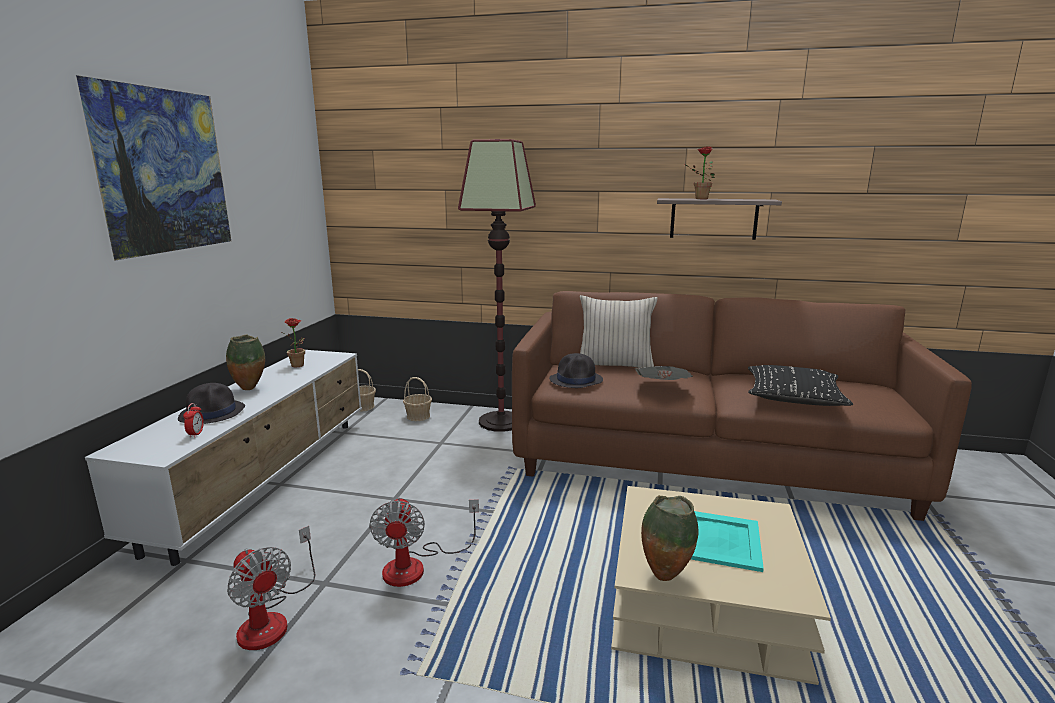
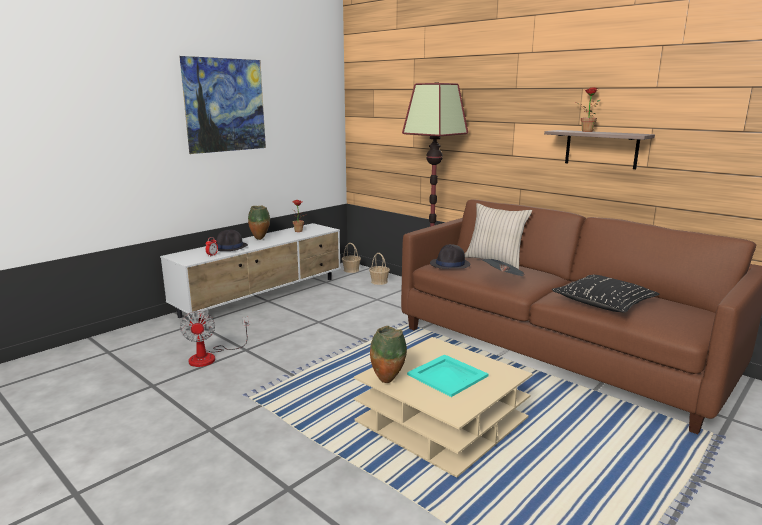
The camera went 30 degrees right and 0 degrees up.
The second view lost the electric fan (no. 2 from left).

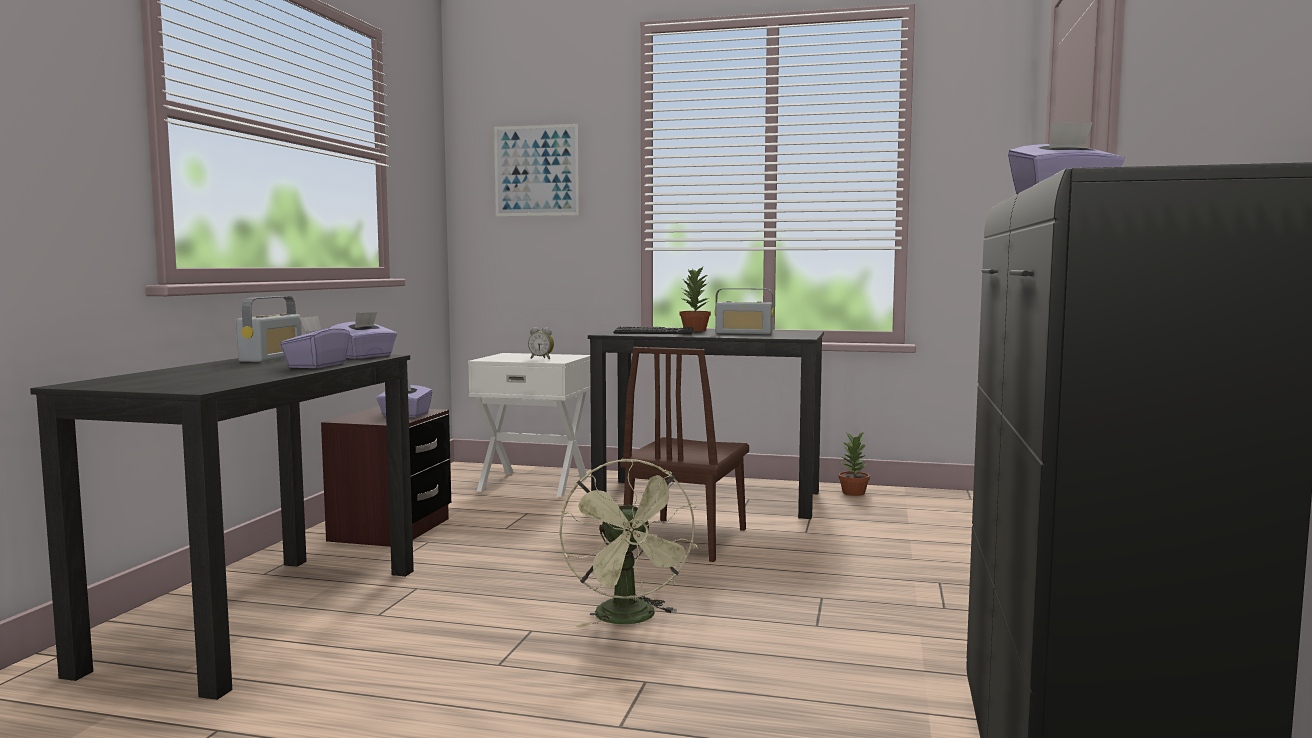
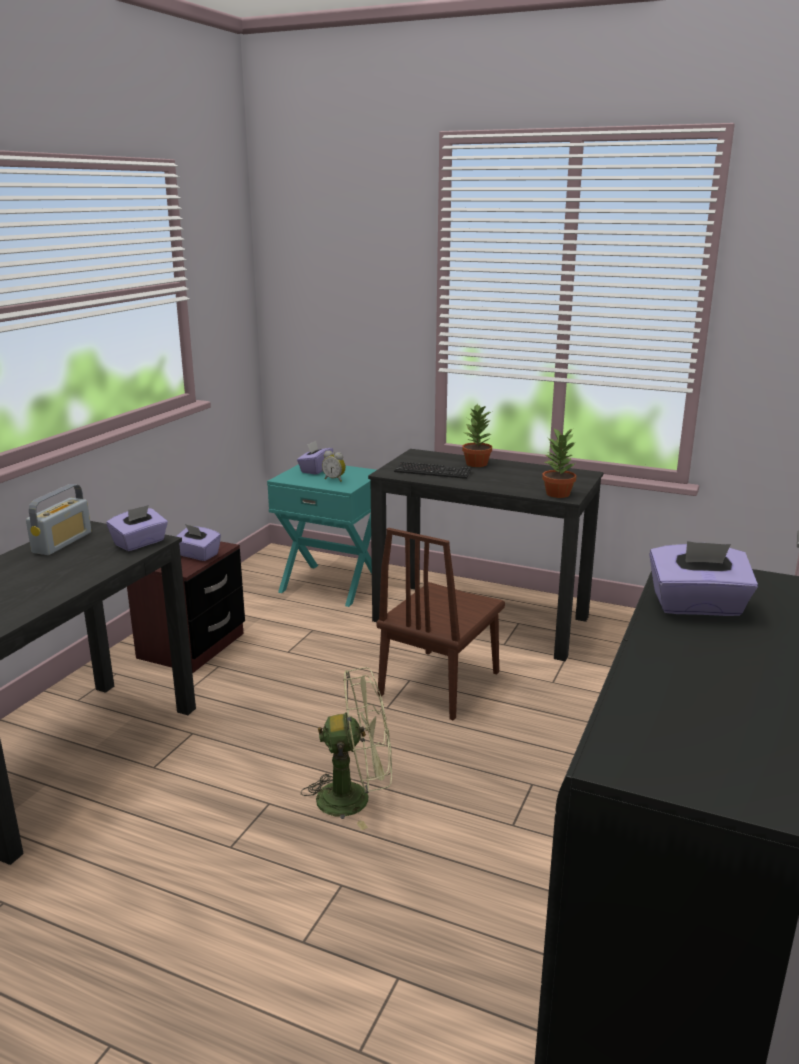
The camera went 10 degrees right and 15 degrees up.
The second view lost the picture.
The second view lost the radio (no. 2 from left).
The purplish tissue holder (no. 1 from left in the first image) ended up elsewhere.
What was the whitish nightstand turned into the turquoise-coloured nightstand.
The houseplant (no. 2 from left) ended up elsewhere.
The greenish electric fan ended up facing another way, 90 degrees counterclockwise from before.

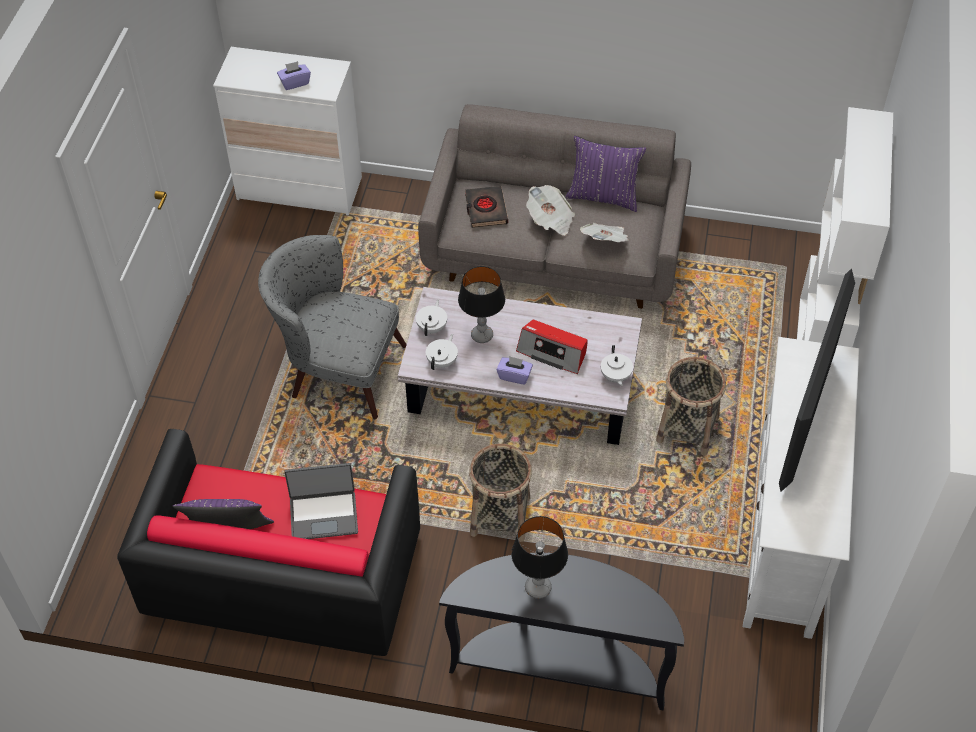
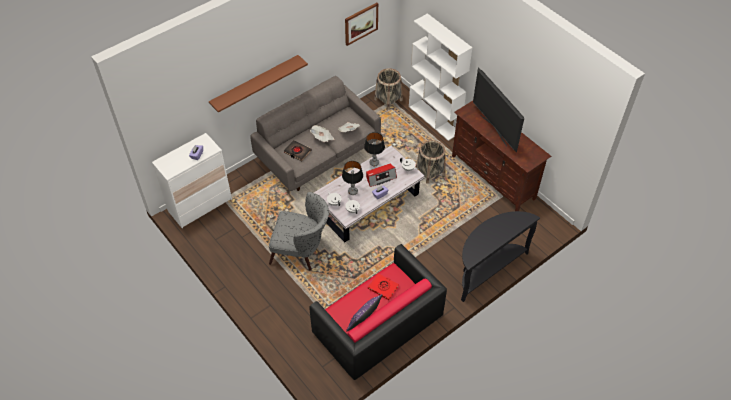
The camera went 50 degrees left and 0 degrees up.
The second view lost the purplish throw pillow (no. 2 from left).
The grey armchair ended up facing another way, 135 degrees counterclockwise from before.
What was the whitish tv unit turned into the brown tv unit.
The basket (no. 1 from left) ended up elsewhere.
Where the notebook computer stood, the reddish book came to stand.
The tabletop lamp (no. 2 from left) ended up elsewhere.
The second view gained the picture.
The second view gained the brown bracket shelf.

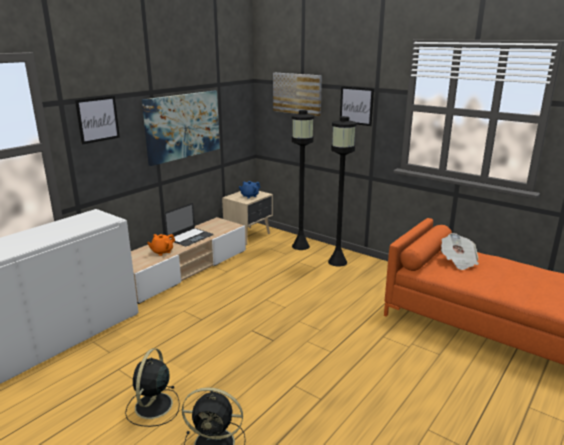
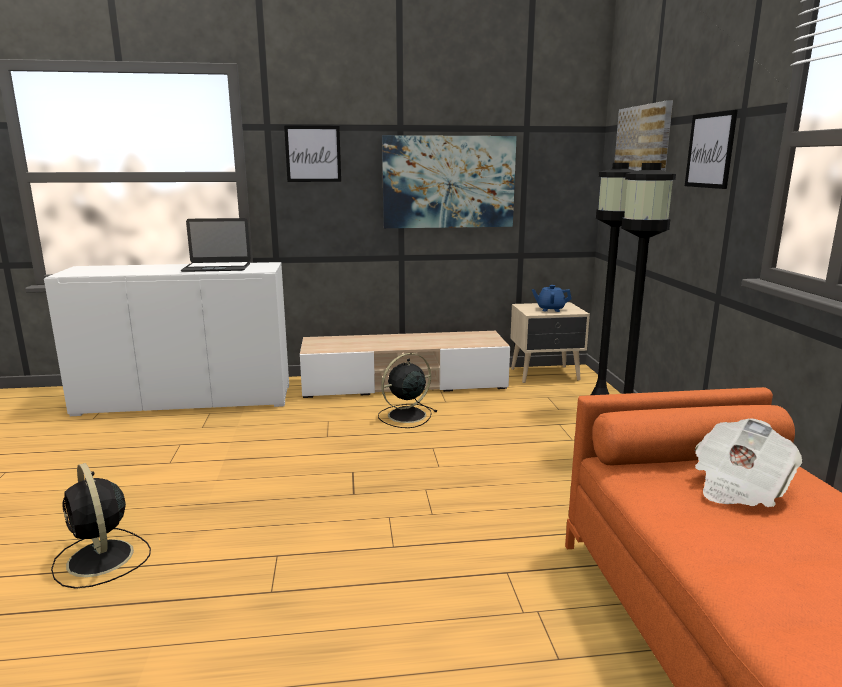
The camera went 45 degrees right and 5 degrees down.
The notebook computer ended up elsewhere.
The second view lost the orange teapot.
The blackish electric fan (no. 1 from left in the first image) ended up elsewhere.

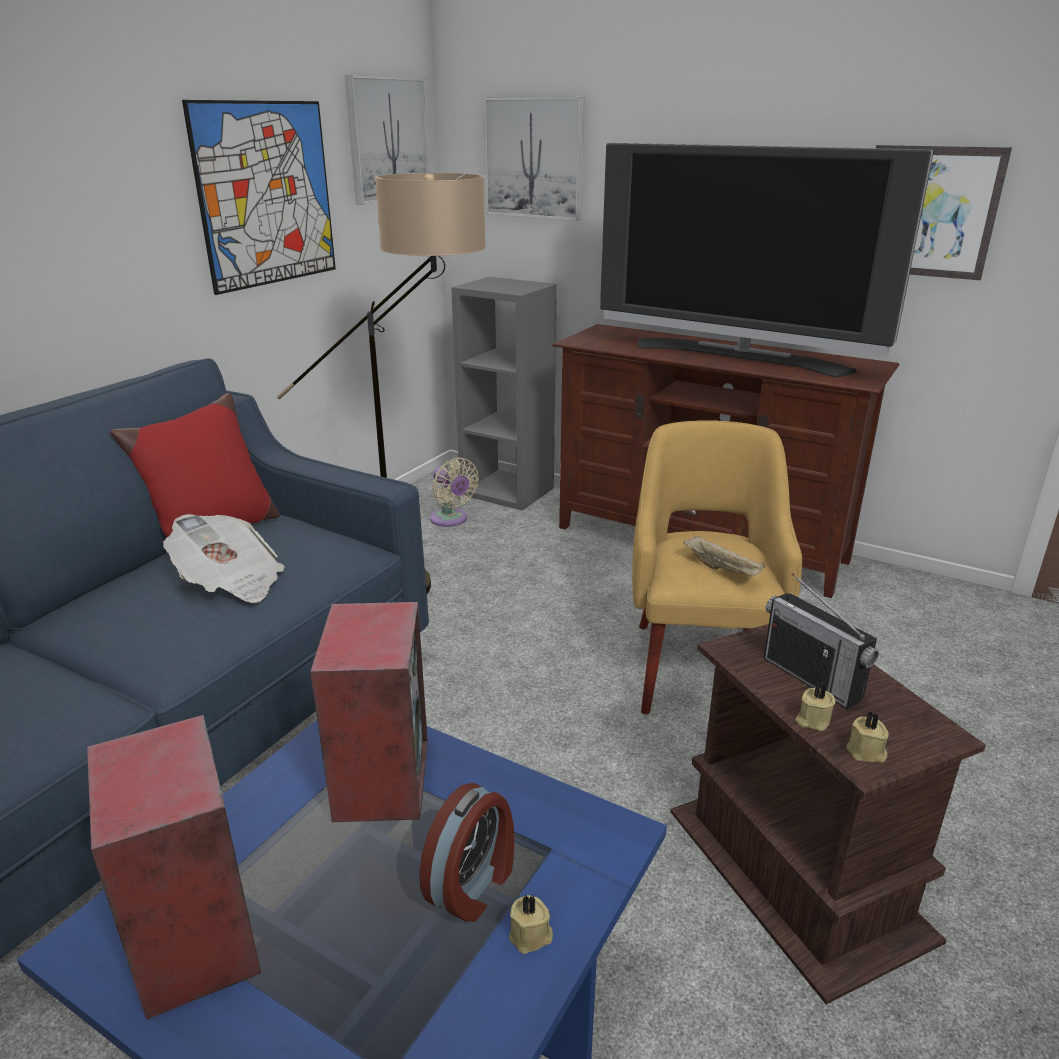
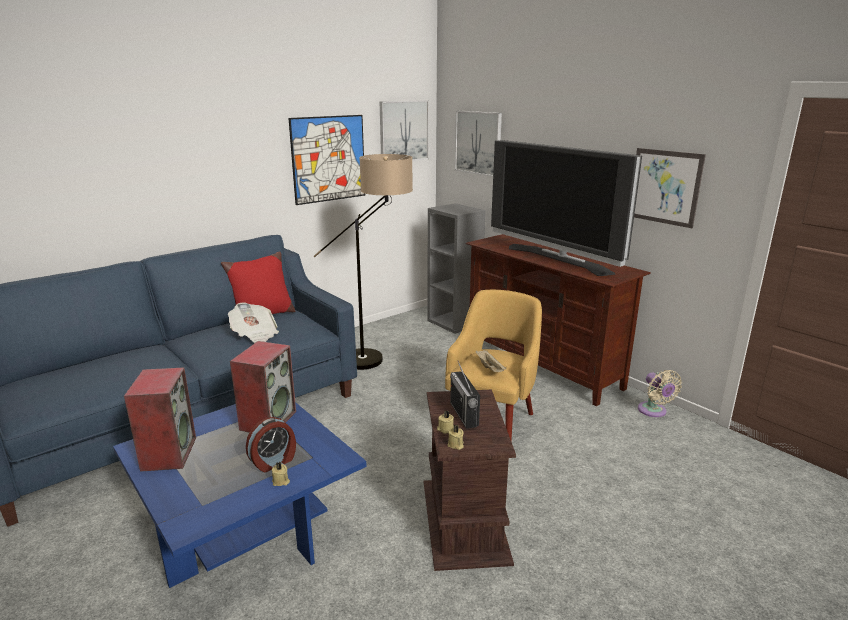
The camera went 20 degrees right and 5 degrees down.
The beige-coloured electric fan ended up elsewhere.

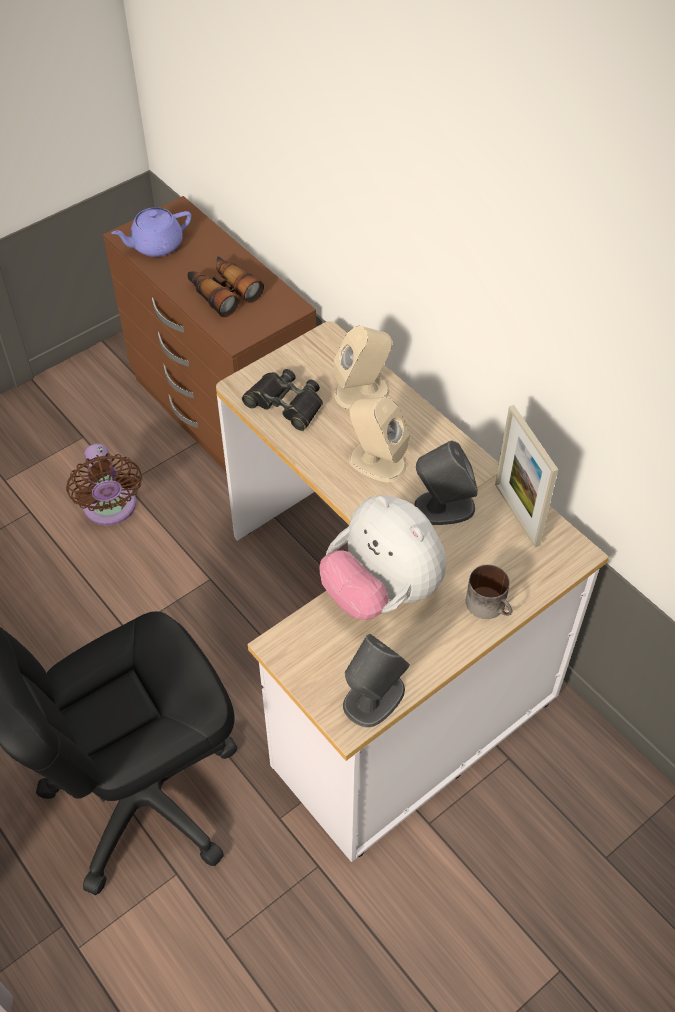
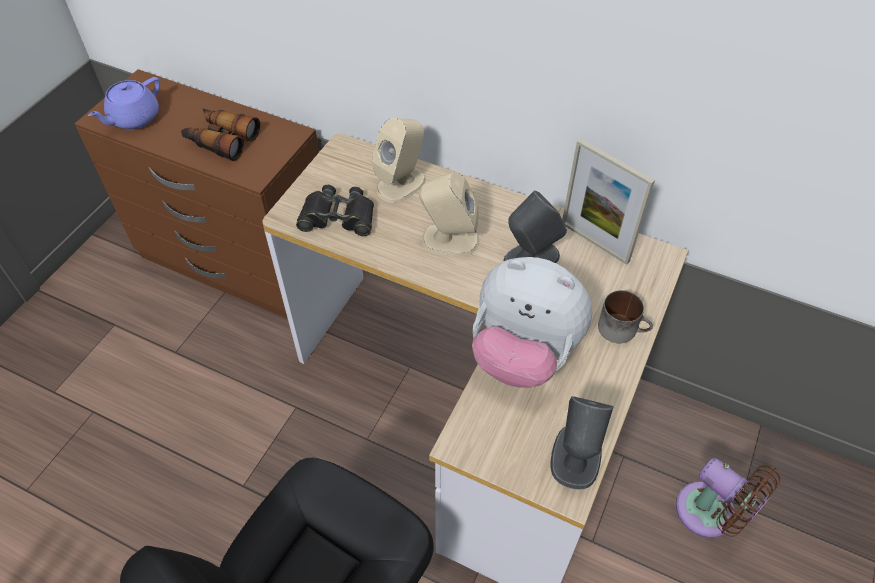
The camera went 25 degrees left and 0 degrees up.
The brown electric fan ended up elsewhere.

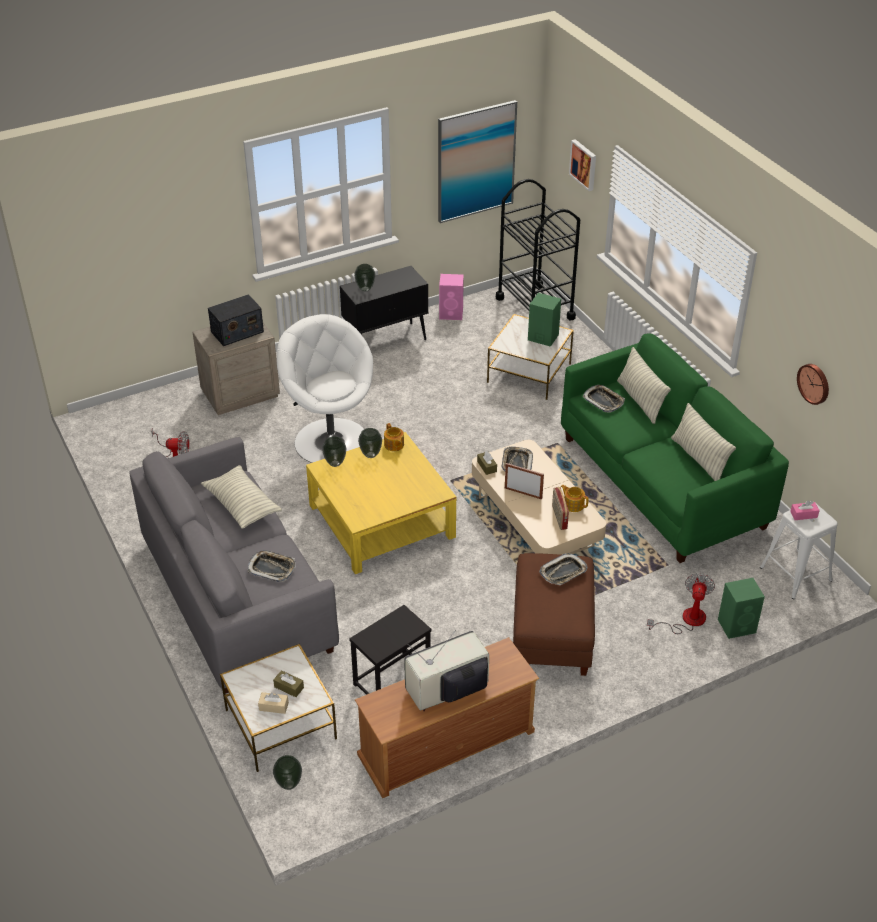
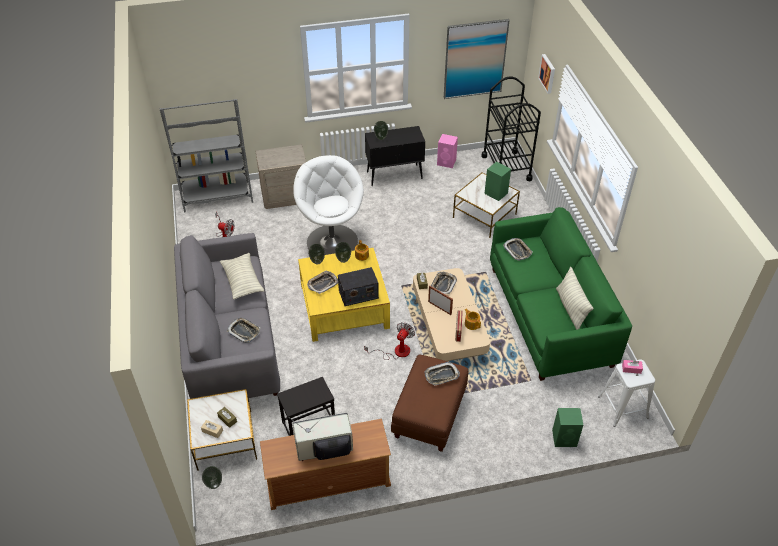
The camera went 15 degrees right and 5 degrees up.
The radio (no. 1 from left) ended up elsewhere.
The second view lost the throw pillow (no. 2 from left).
The second view lost the hanging clock.
The electric fan (no. 2 from left) ended up elsewhere.
The second view gained the grey bookcase.
The second view gained the tray (no. 2 from left).

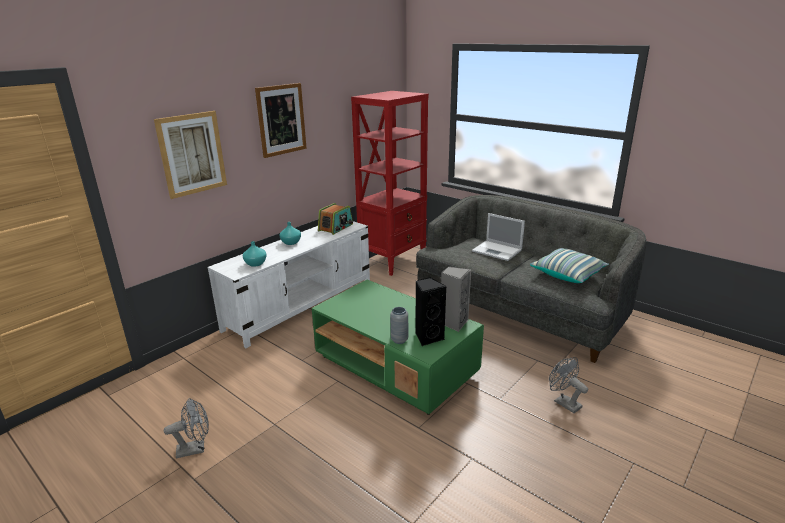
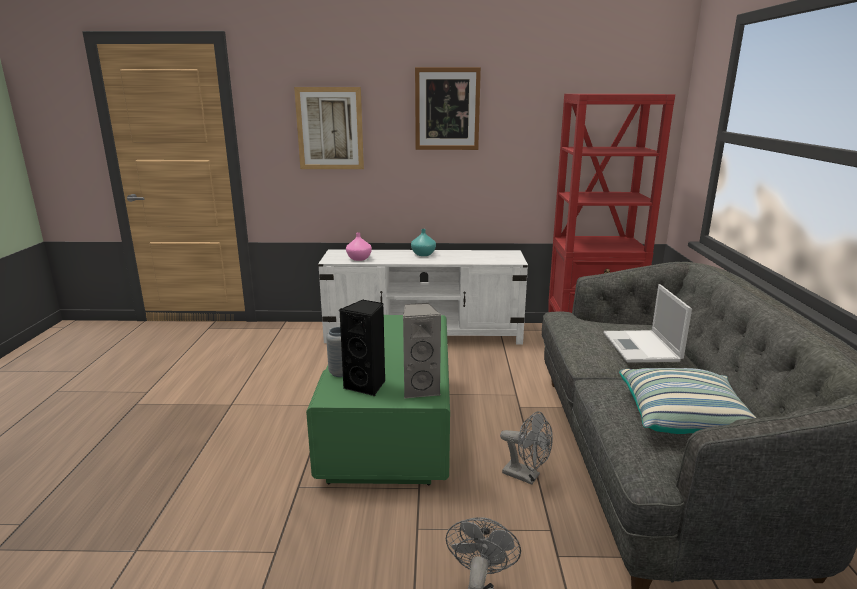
The camera went 50 degrees right and 5 degrees down.
The second view lost the radio.
What was the turquoise-coloured vase (no. 1 from left) turned into the pink-coloured vase.
The grey electric fan (no. 1 from left in the first image) ended up elsewhere.

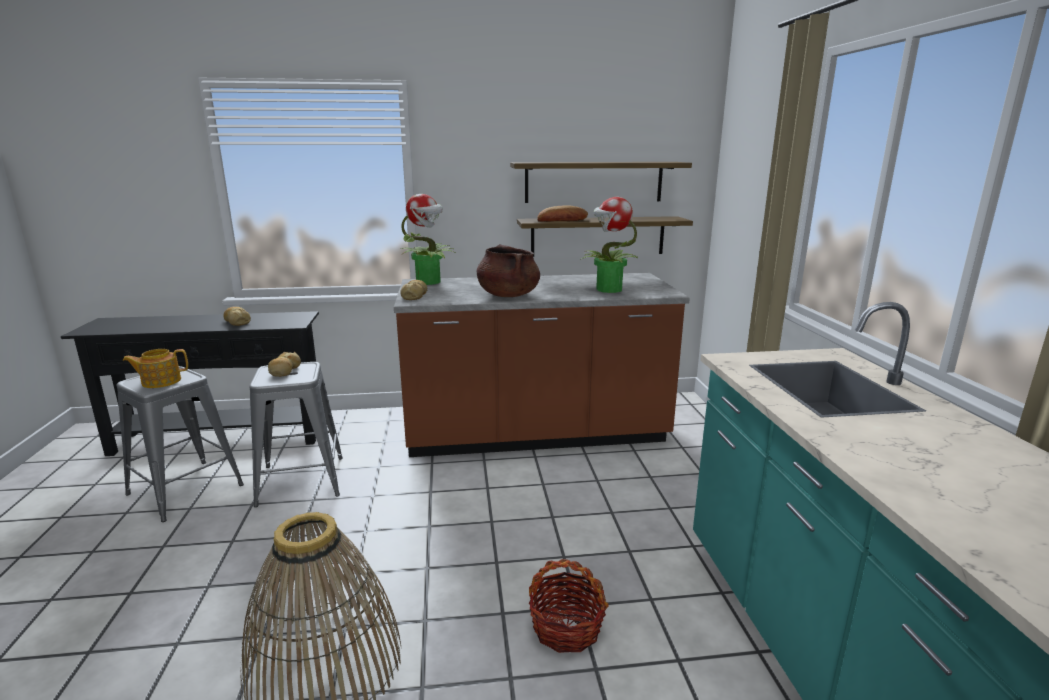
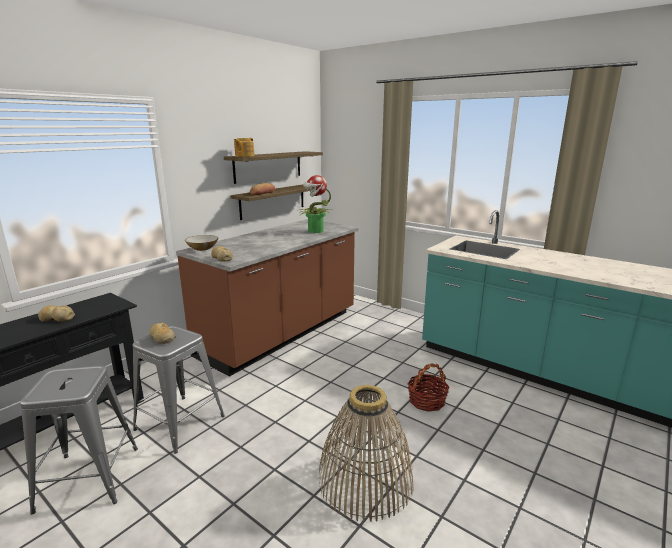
The camera went 45 degrees left and 0 degrees up.
Where the houseplant (no. 1 from left) stood, the deep dish came to stand.
The second view lost the brown cooking pot.
The teapot ended up elsewhere.

